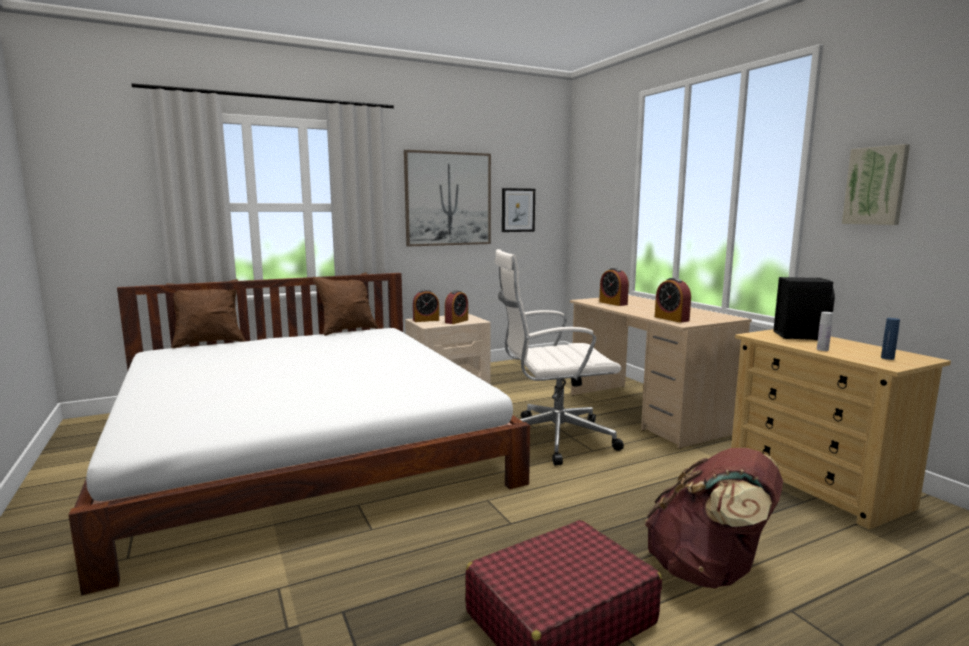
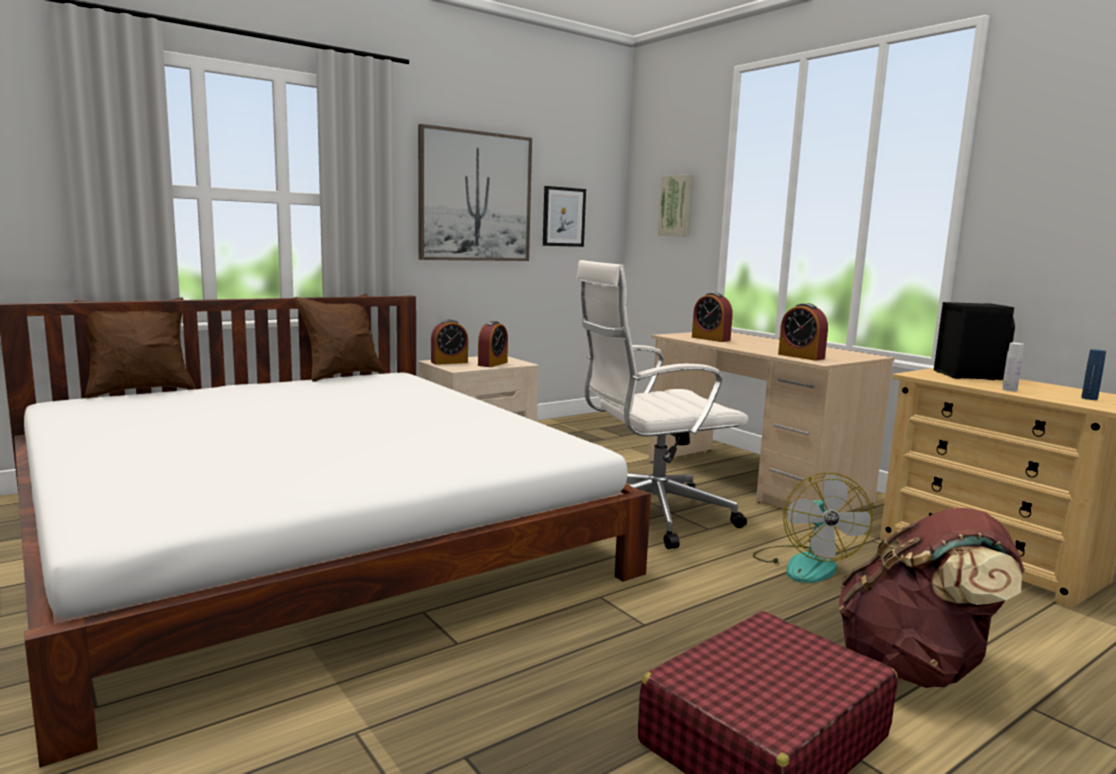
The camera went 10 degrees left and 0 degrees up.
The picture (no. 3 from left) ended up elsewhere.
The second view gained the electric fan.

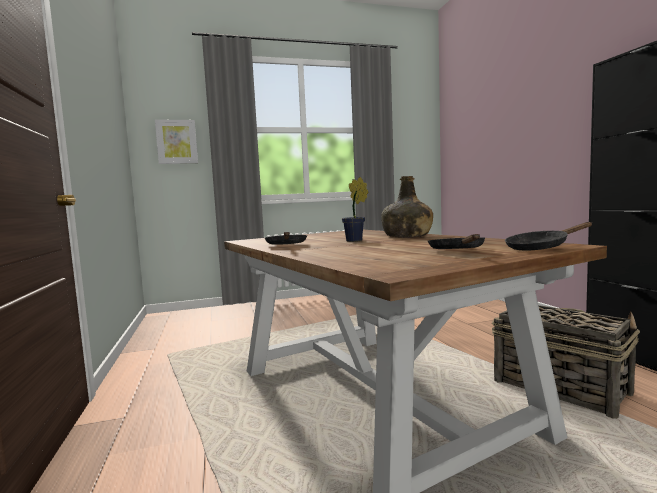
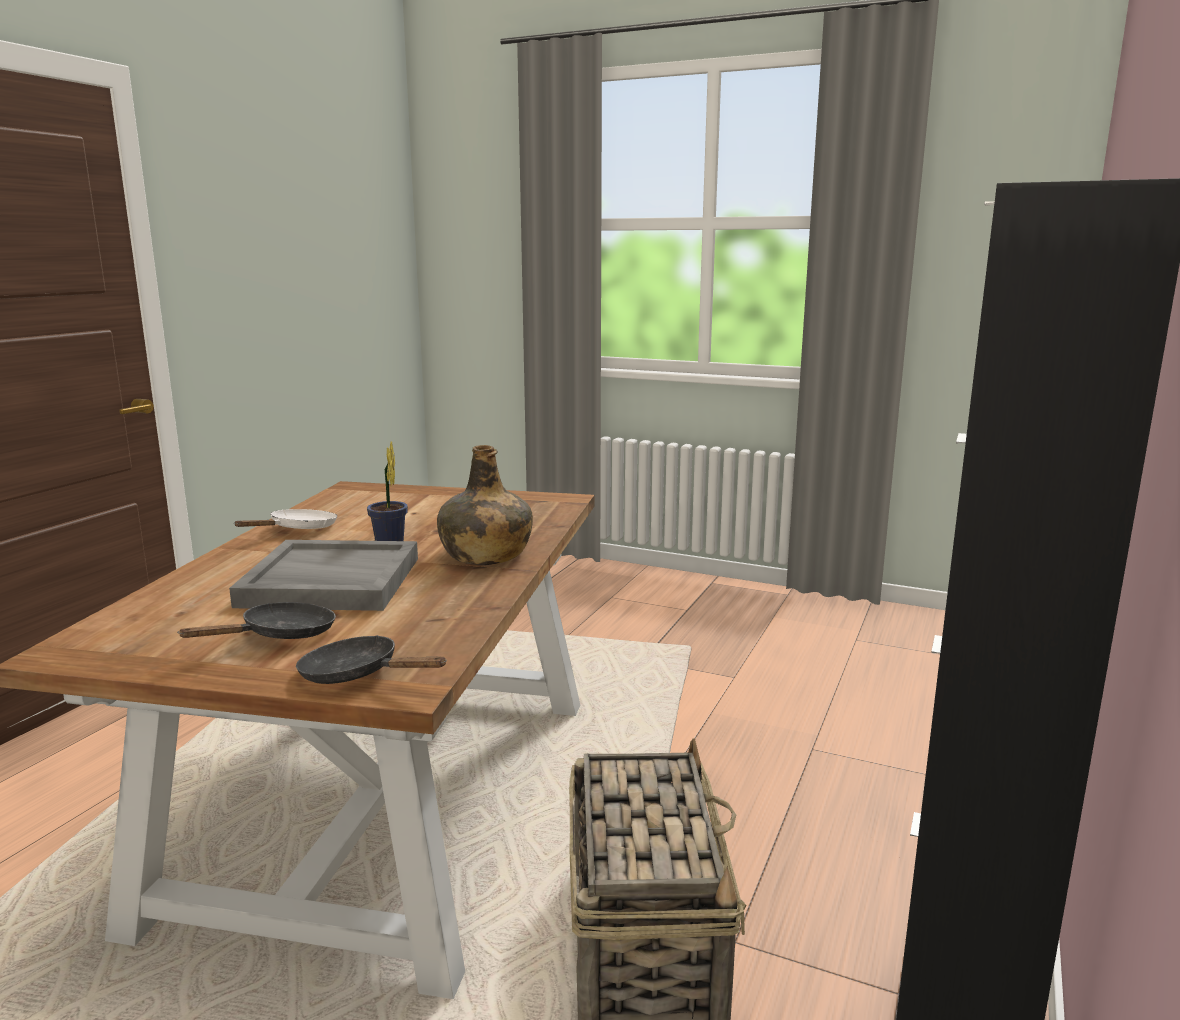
The camera went 40 degrees right and 10 degrees up.
The second view lost the picture.
What was the blackish skillet (no. 1 from left) turned into the whitish skillet.
The second view gained the grey tray.

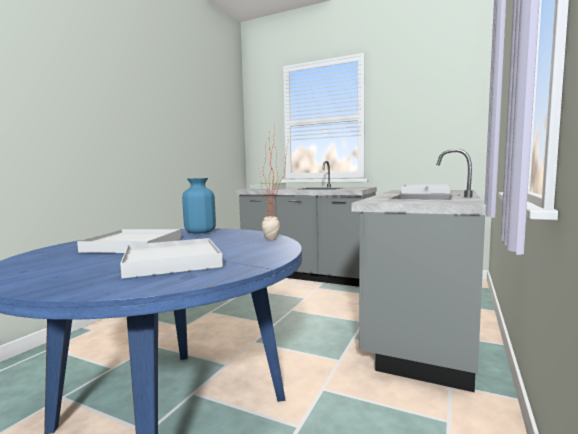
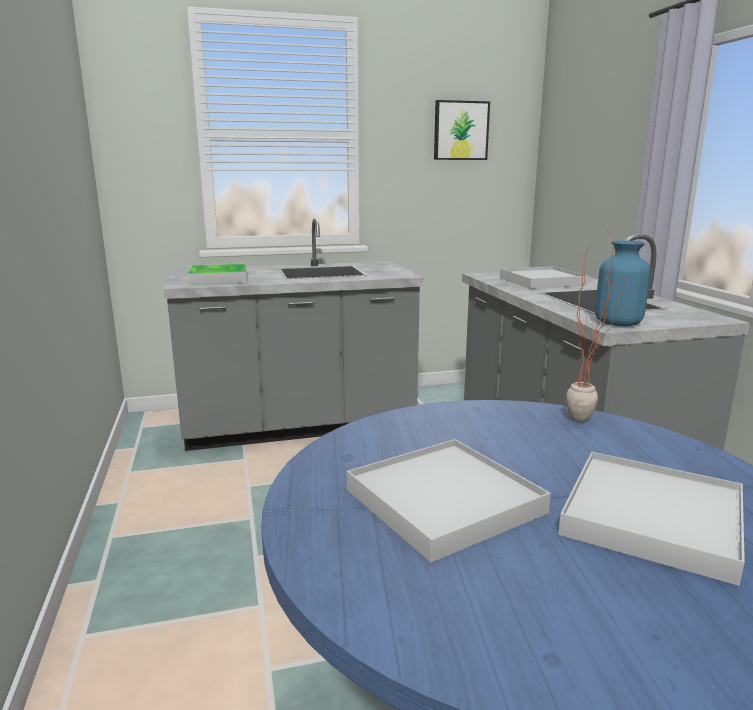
The camera went 40 degrees left and 10 degrees up.
The blue vase ended up elsewhere.
The second view gained the picture.

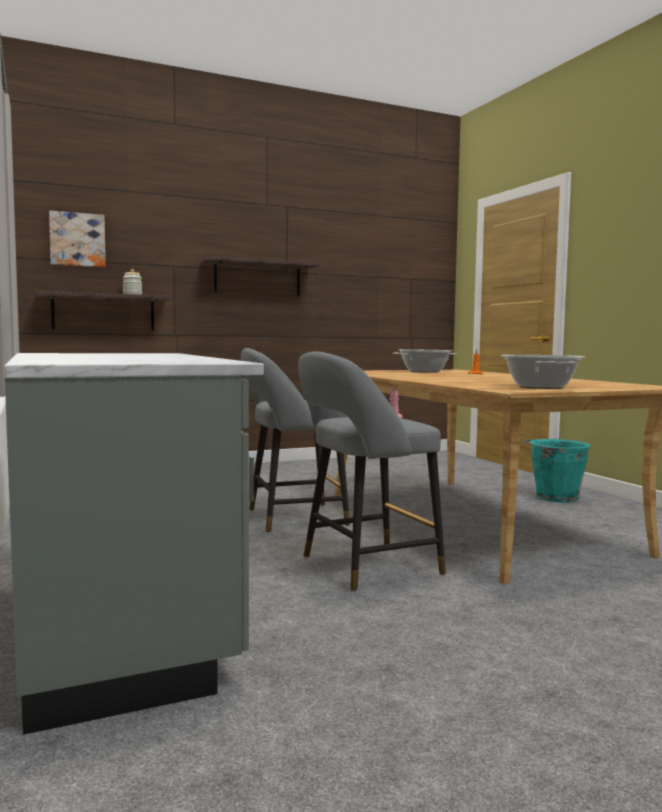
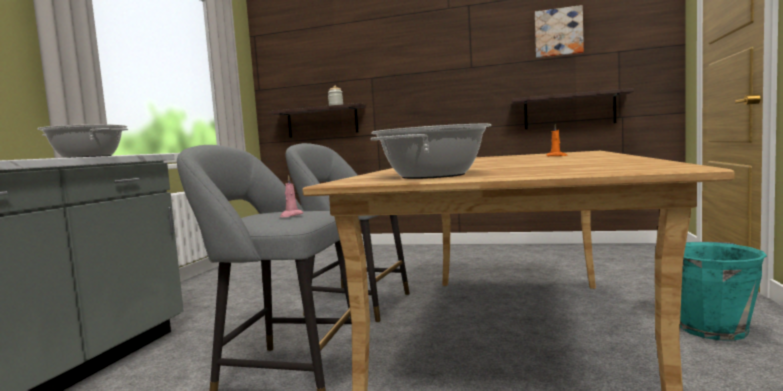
The camera went 40 degrees right and 0 degrees up.
The picture ended up elsewhere.
The bracket shelf (no. 2 from left) ended up elsewhere.
The cooking pot (no. 1 from left) ended up elsewhere.

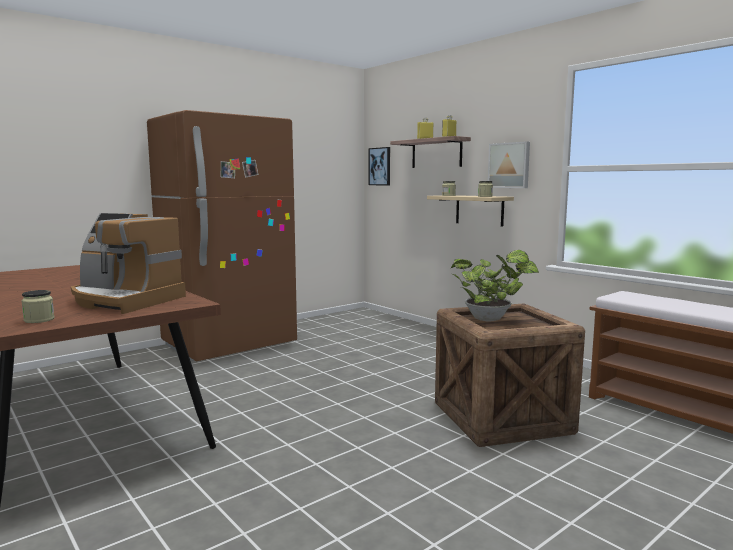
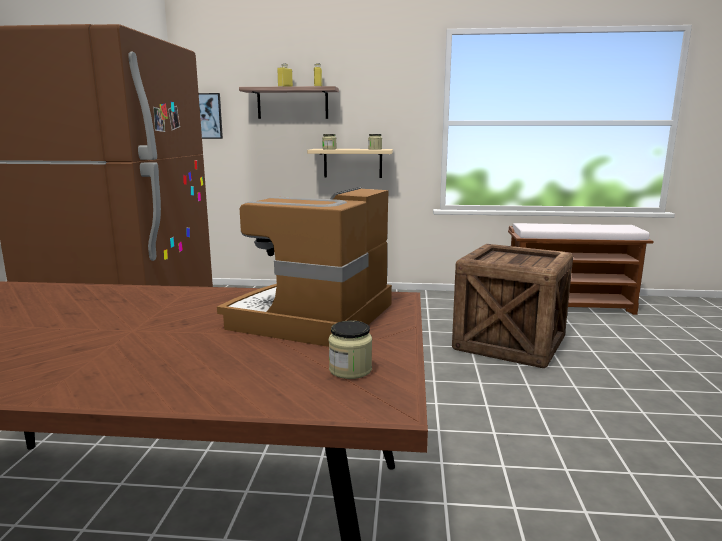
The camera went 45 degrees left and 5 degrees up.
The second view lost the picture (no. 2 from left).
The coffee brewer ended up facing another way, 135 degrees clockwise from before.
The second view lost the houseplant.

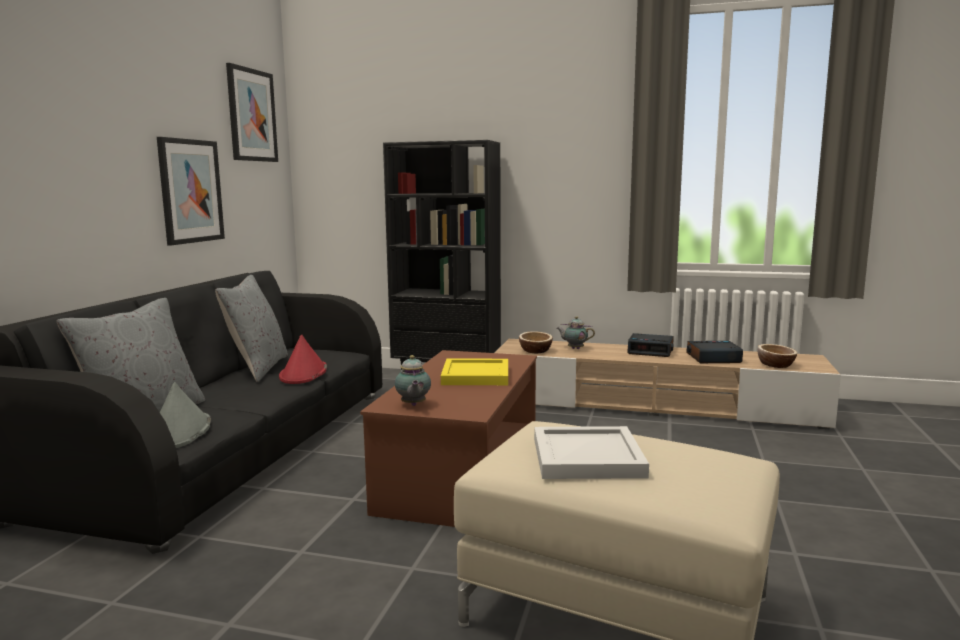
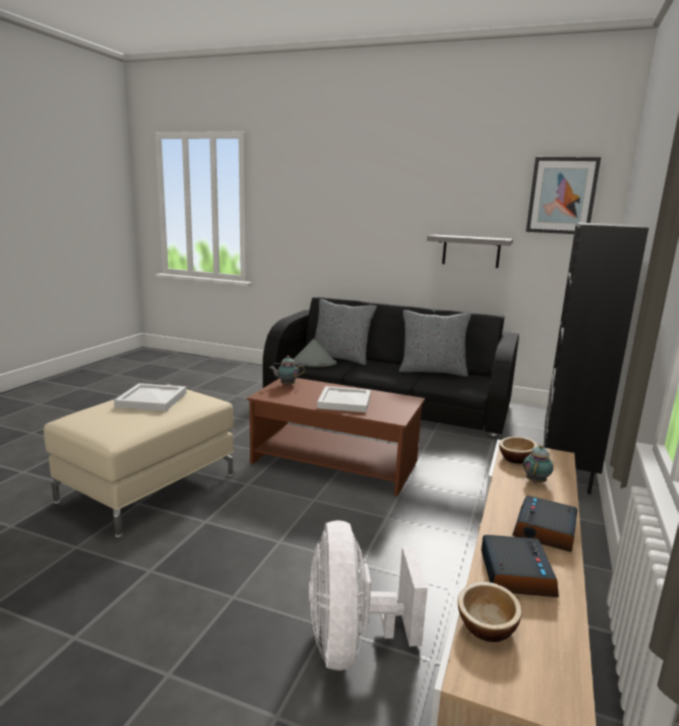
The camera went 95 degrees right and 5 degrees up.
Where the picture (no. 1 from left) hung, the grey bracket shelf came to hang.
The second view lost the reddish hat.
What was the yellowish tray turned into the whitish tray (no. 2 from left).
The second view gained the whitish electric fan.

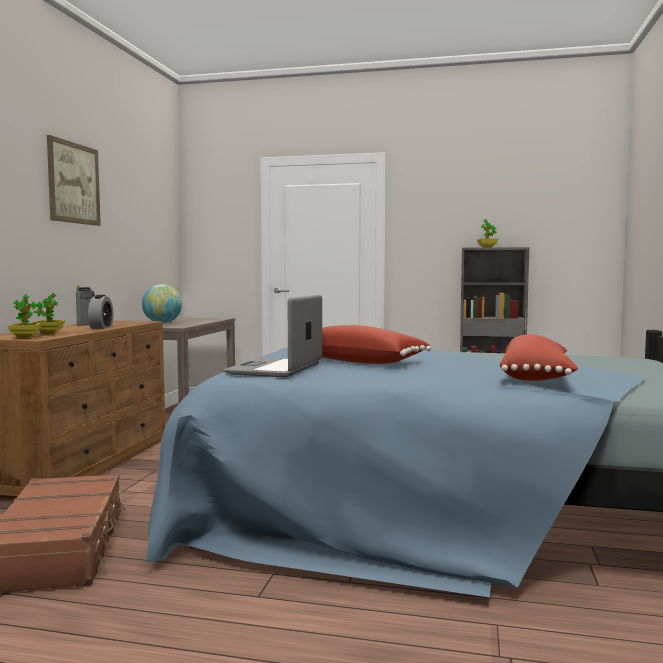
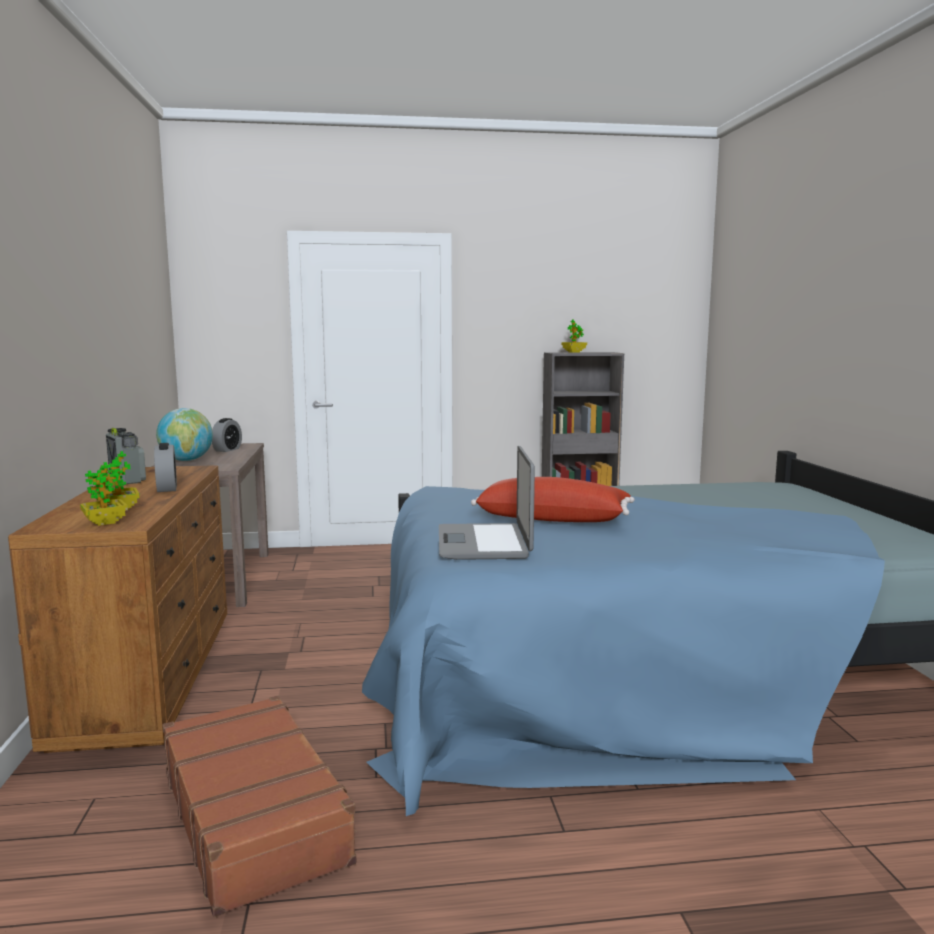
The camera went 20 degrees left and 5 degrees up.
The second view lost the picture.
The second view lost the reddish throw pillow (no. 2 from left).
The second view gained the alarm clock (no. 2 from left).

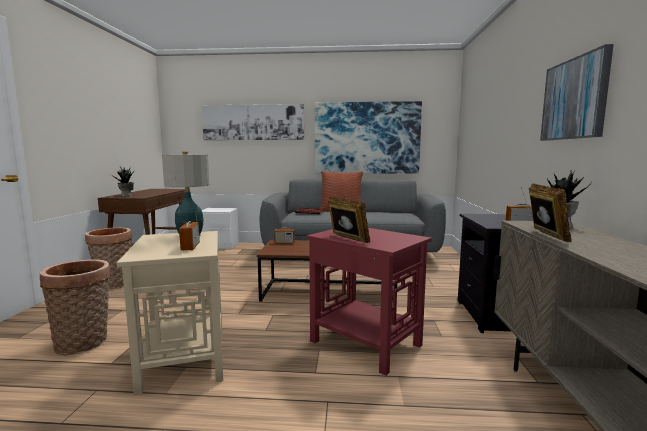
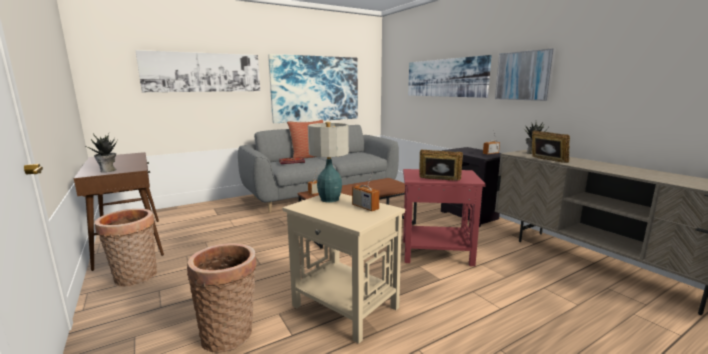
The camera went 35 degrees left and 5 degrees up.
The second view lost the whitish nightstand.
The second view gained the picture (no. 3 from left).

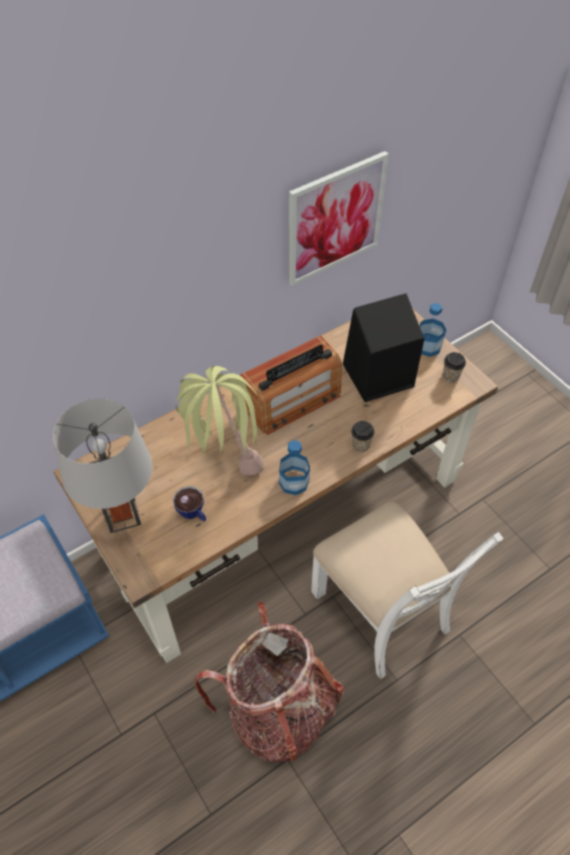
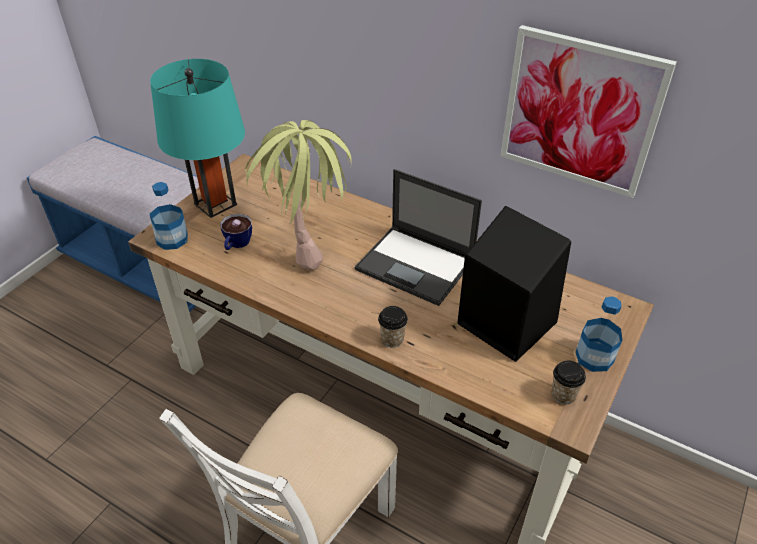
The camera went 65 degrees right and 10 degrees down.
Where the radio stood, the notebook computer came to stand.
What was the grey tabletop lamp turned into the turquoise-coloured tabletop lamp.
The drink bottle (no. 1 from left) ended up elsewhere.
The second view lost the backpack.

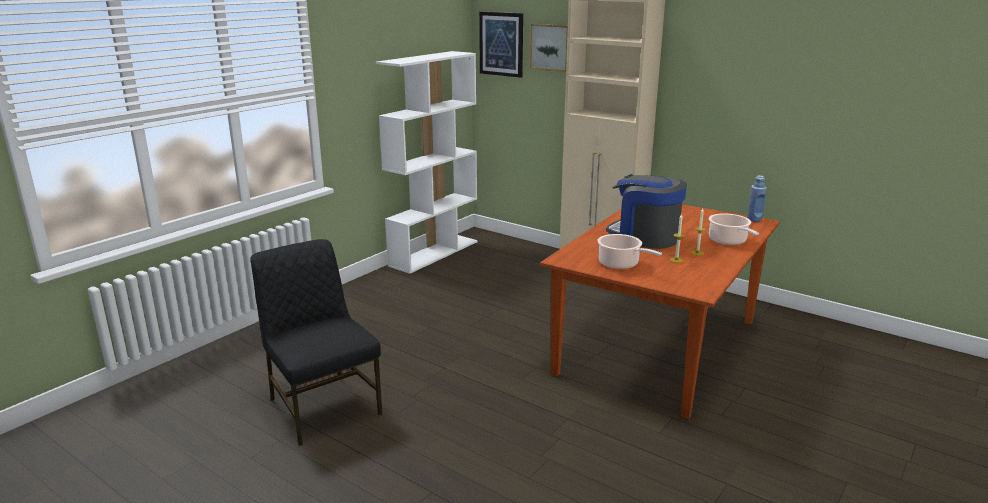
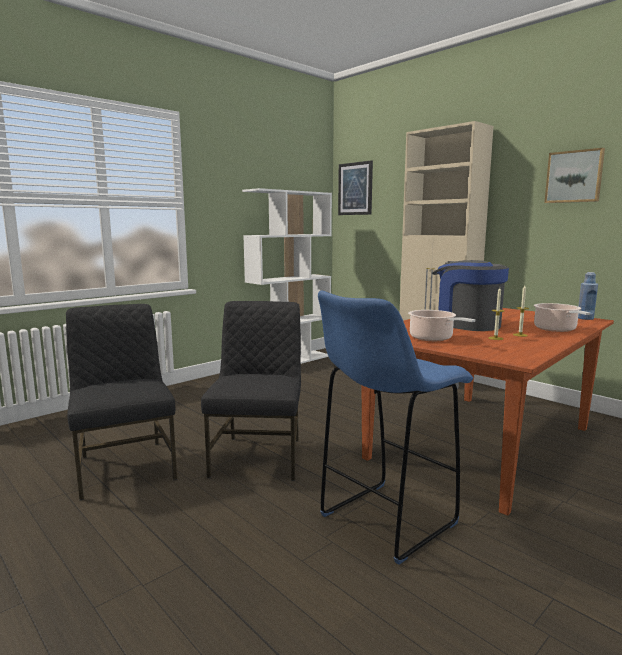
The camera went 10 degrees right and 10 degrees down.
The picture (no. 2 from left) ended up elsewhere.
The second view gained the blue stool seat.
The second view gained the blackish chair (no. 2 from left).

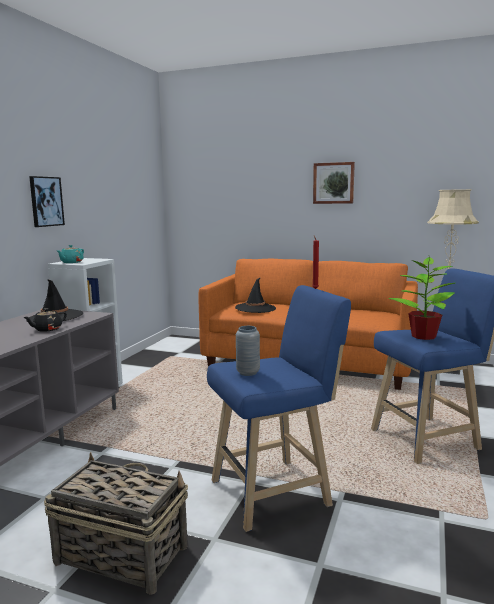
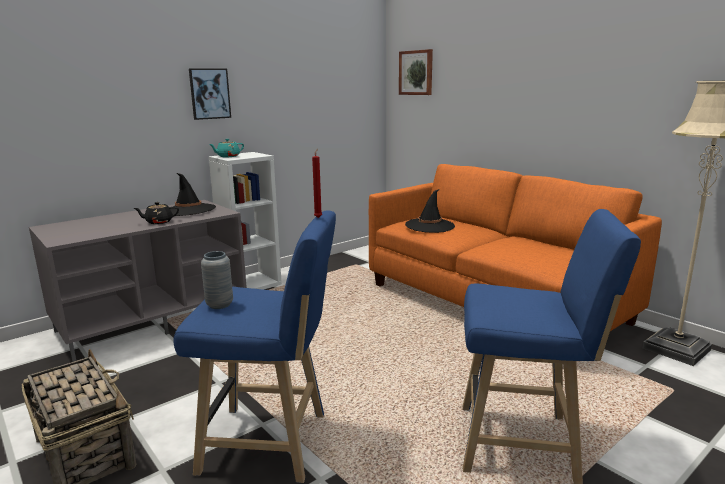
The camera went 30 degrees right and 5 degrees up.
The picture (no. 2 from left) ended up elsewhere.
The second view lost the houseplant.

